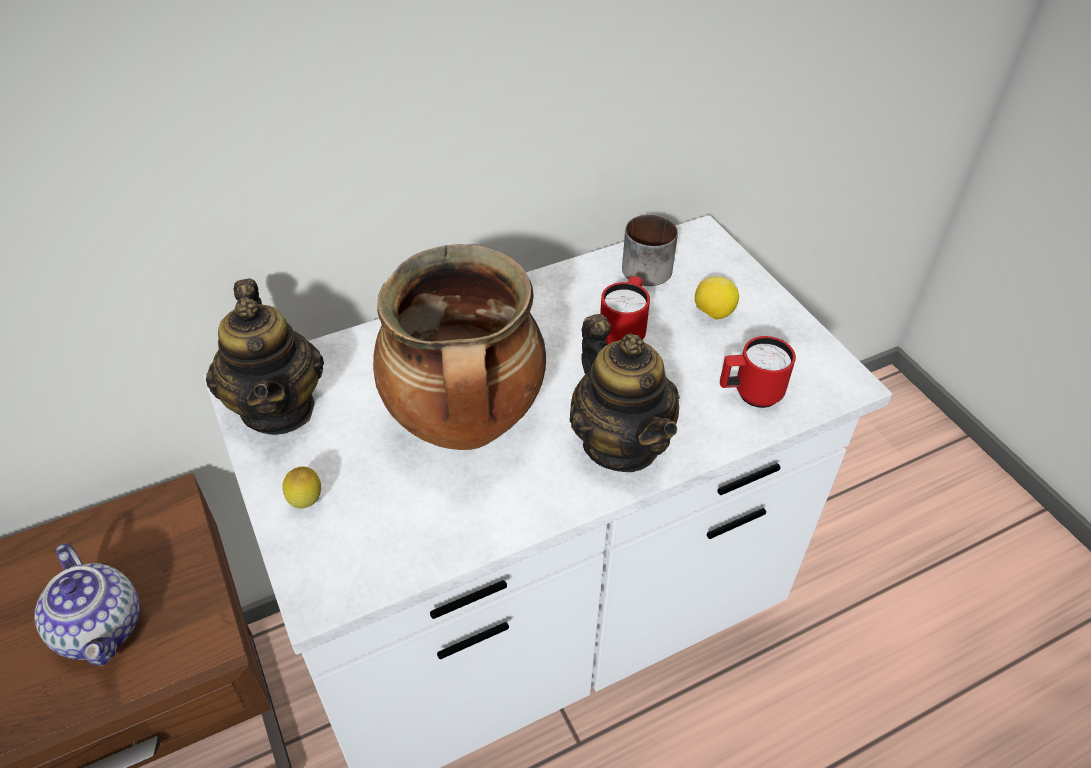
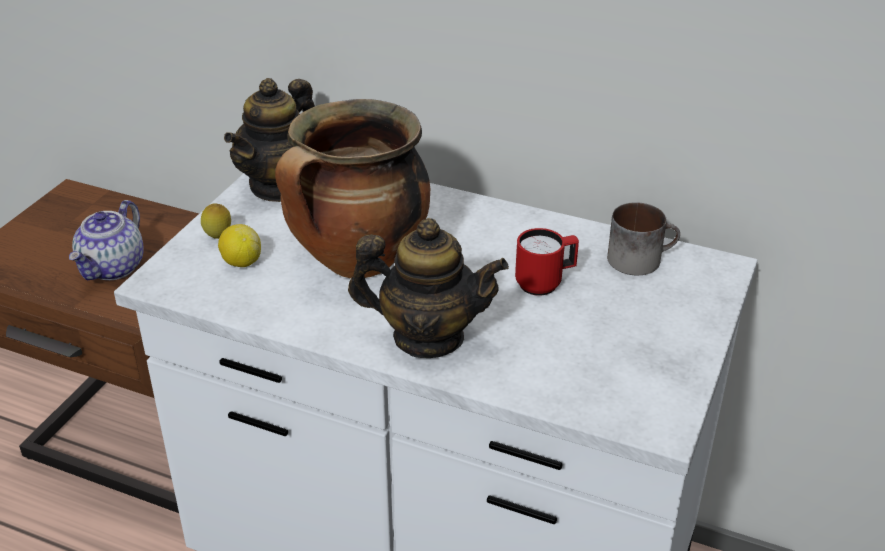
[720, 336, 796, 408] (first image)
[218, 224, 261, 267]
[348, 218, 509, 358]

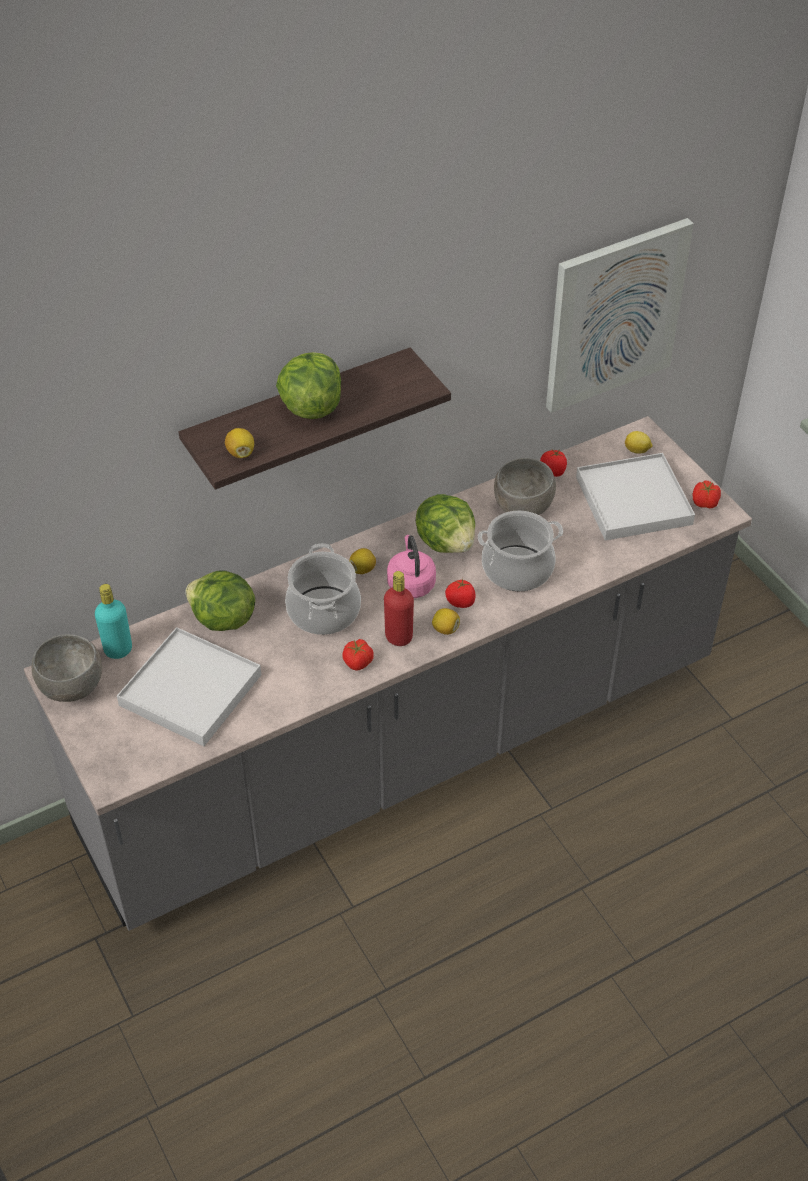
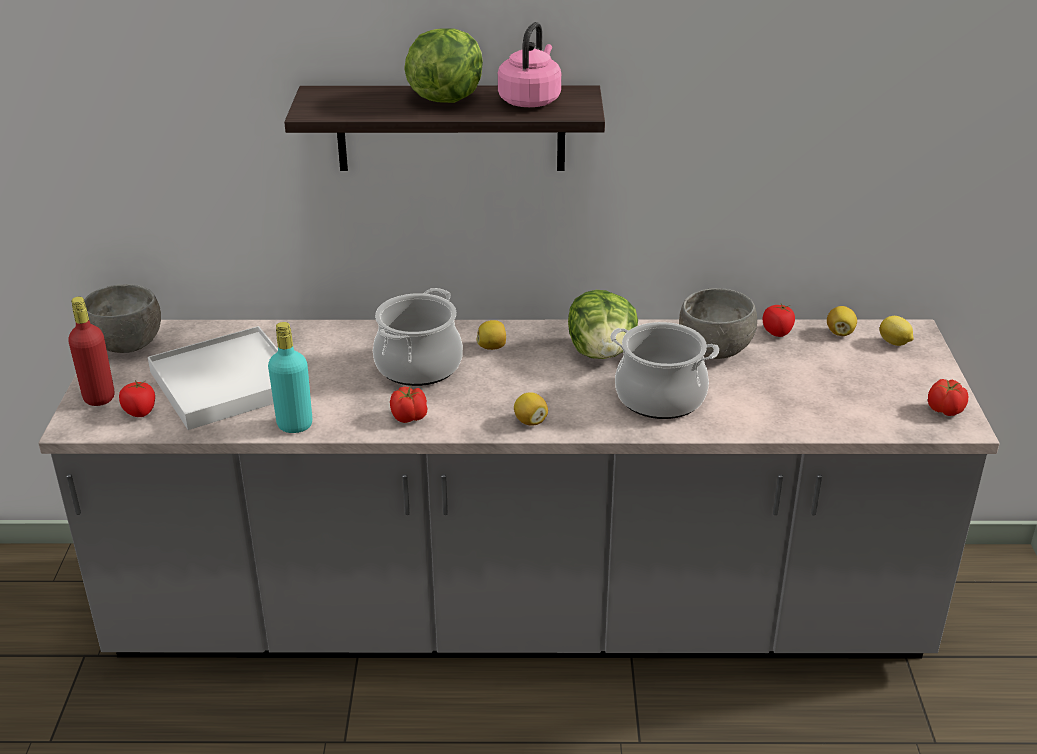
[185, 570, 255, 631] (first image)
[546, 218, 694, 413] (first image)
[576, 453, 695, 541] (first image)
[268, 322, 312, 433]
[827, 306, 857, 336]
[68, 297, 114, 406]
[498, 22, 561, 107]
[119, 380, 155, 417]

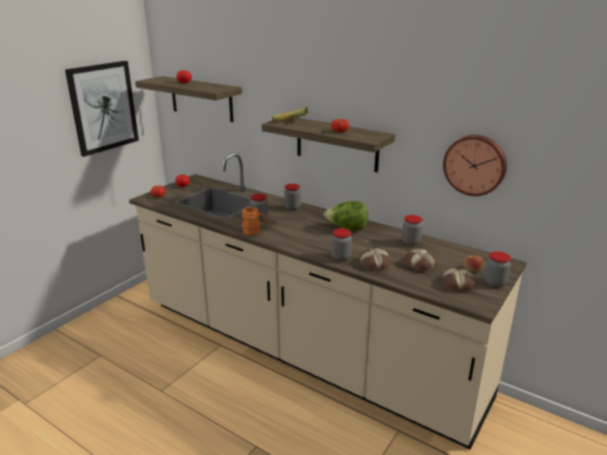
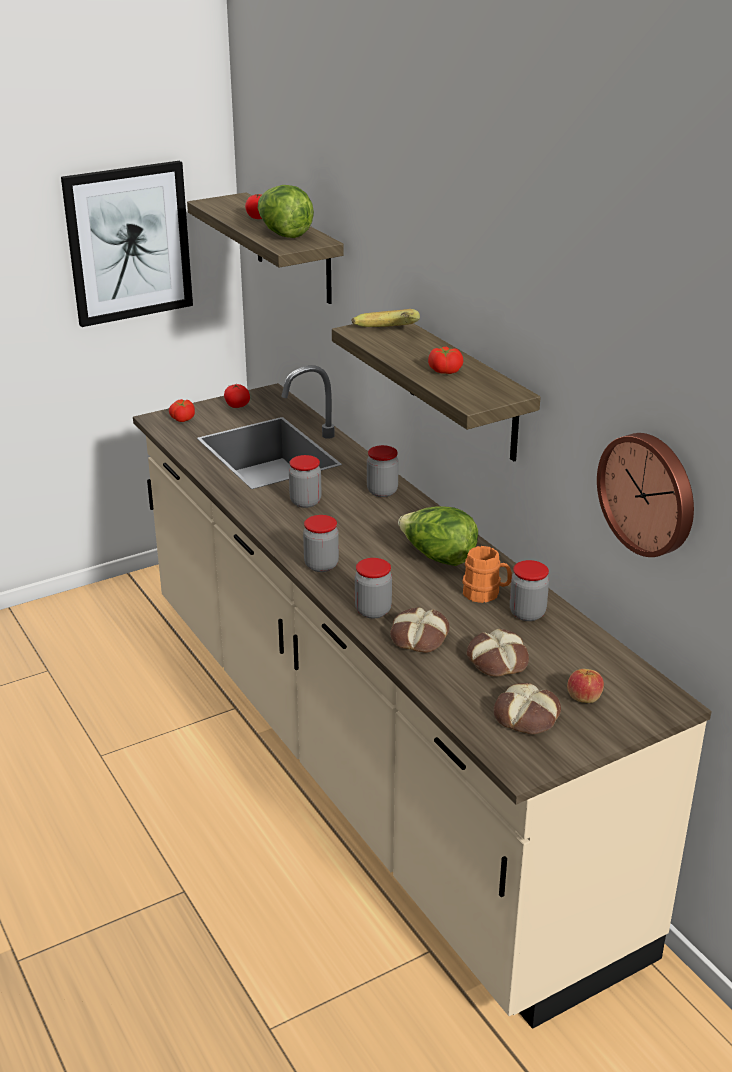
[258, 185, 314, 238]
[462, 546, 512, 603]
[303, 515, 339, 572]

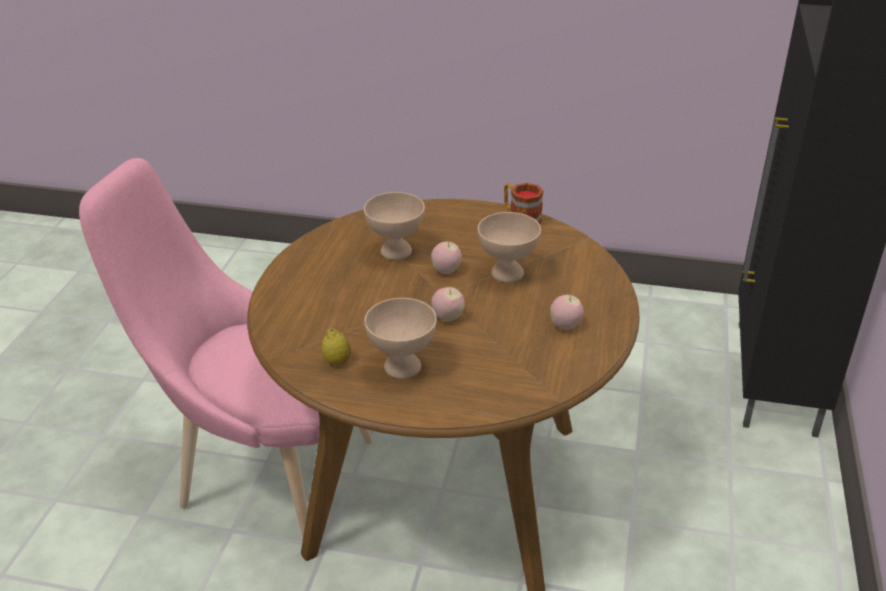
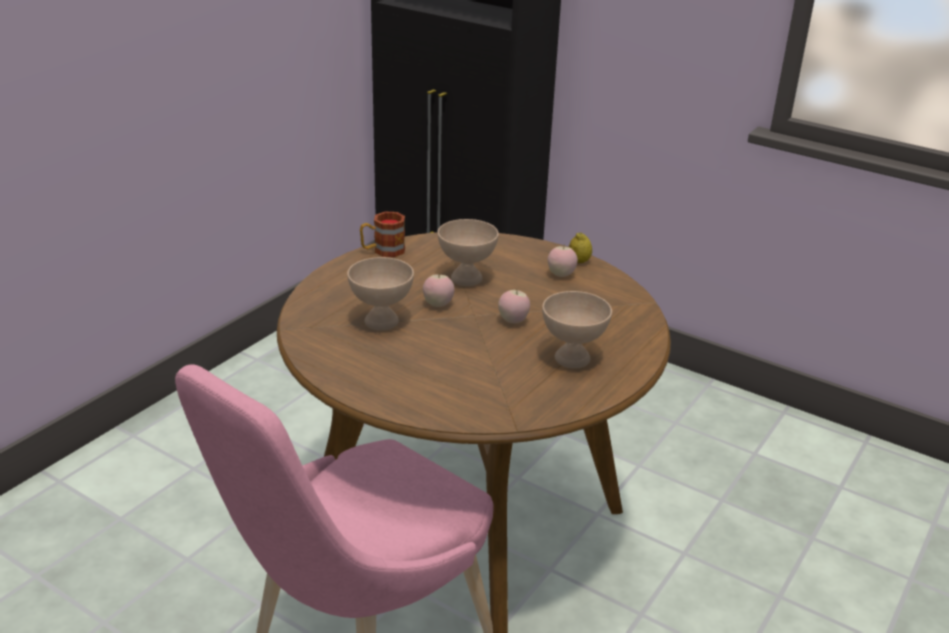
[569, 233, 592, 263]

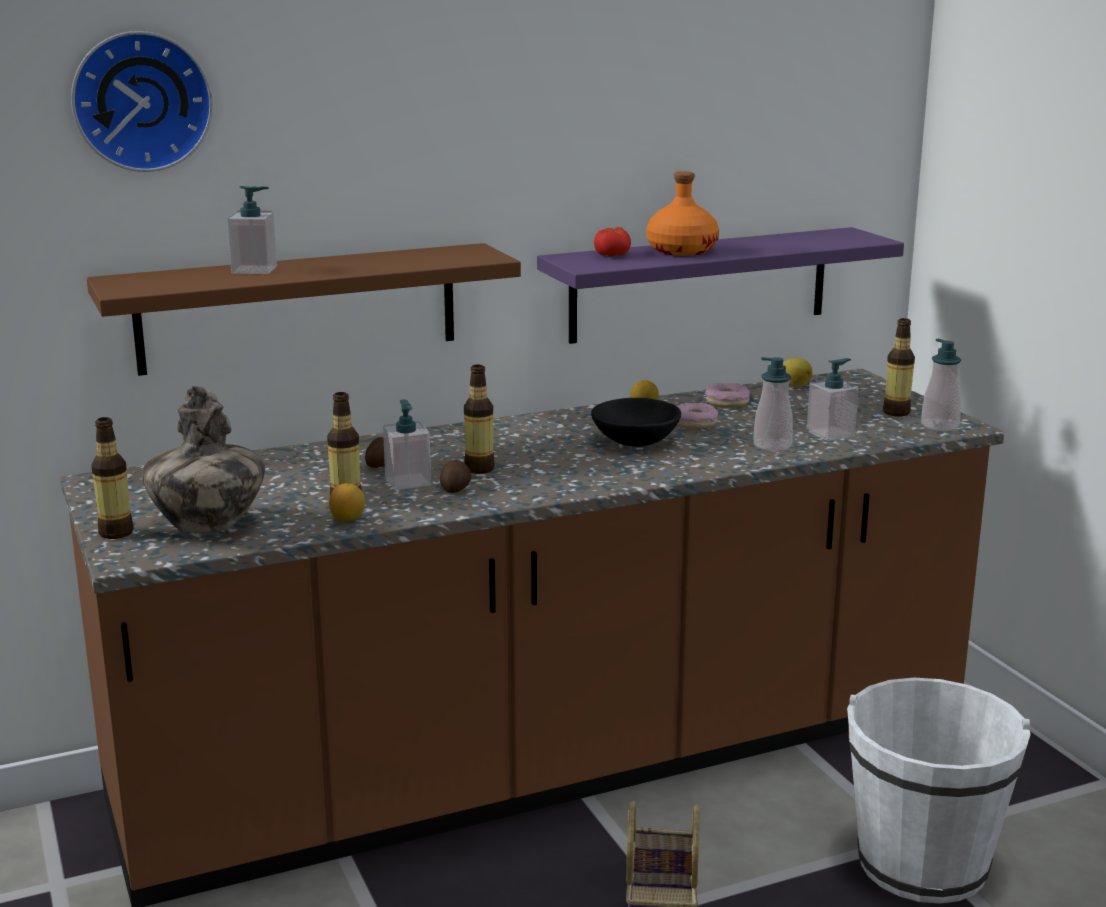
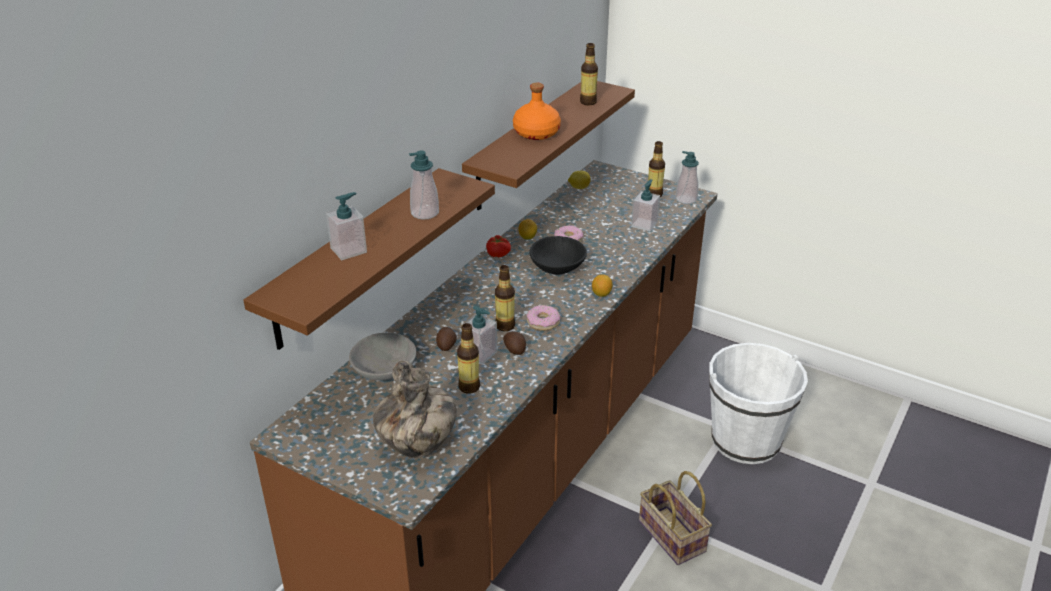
[71, 31, 213, 172] (first image)
[349, 333, 416, 381]
[580, 43, 598, 105]
[592, 275, 612, 297]
[486, 235, 511, 257]
[526, 305, 560, 331]
[409, 151, 439, 219]
[462, 81, 635, 210]

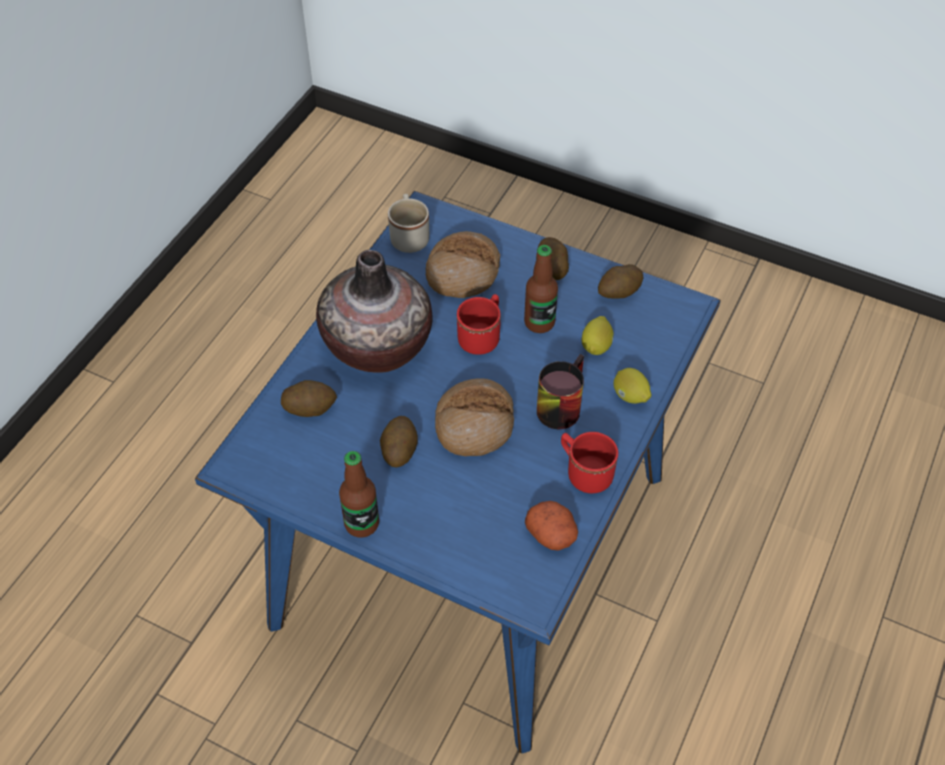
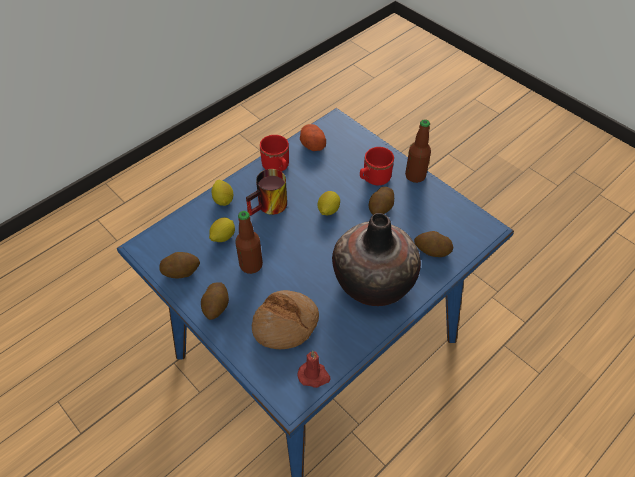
[360, 147, 394, 185]
[297, 351, 331, 388]
[318, 191, 340, 215]

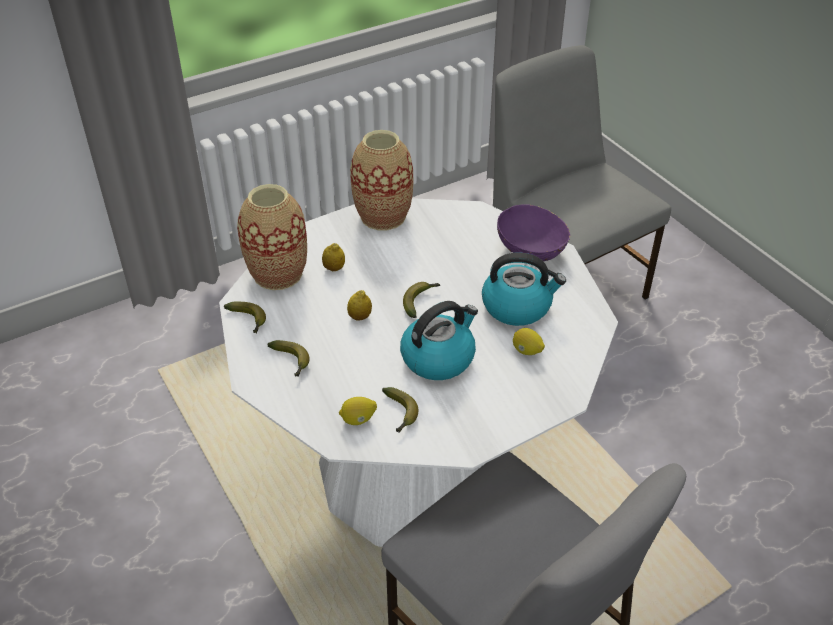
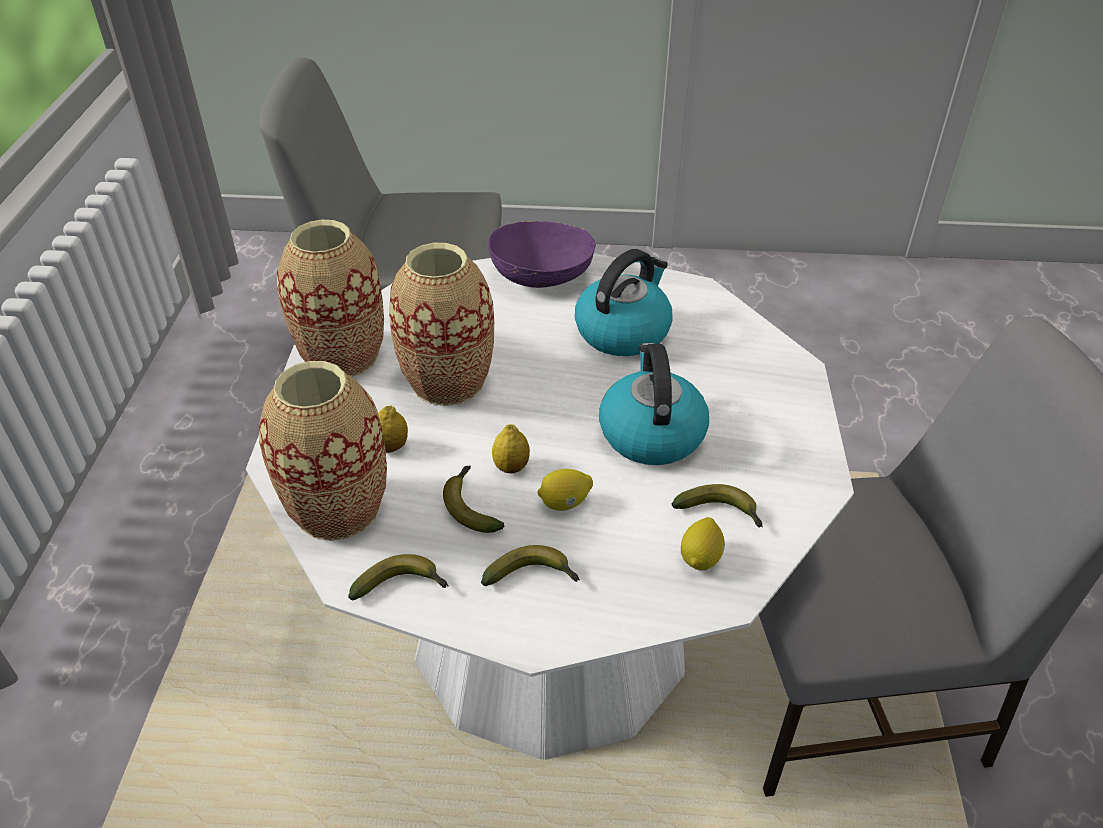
[389, 243, 494, 406]
[443, 466, 505, 533]
[537, 469, 593, 511]

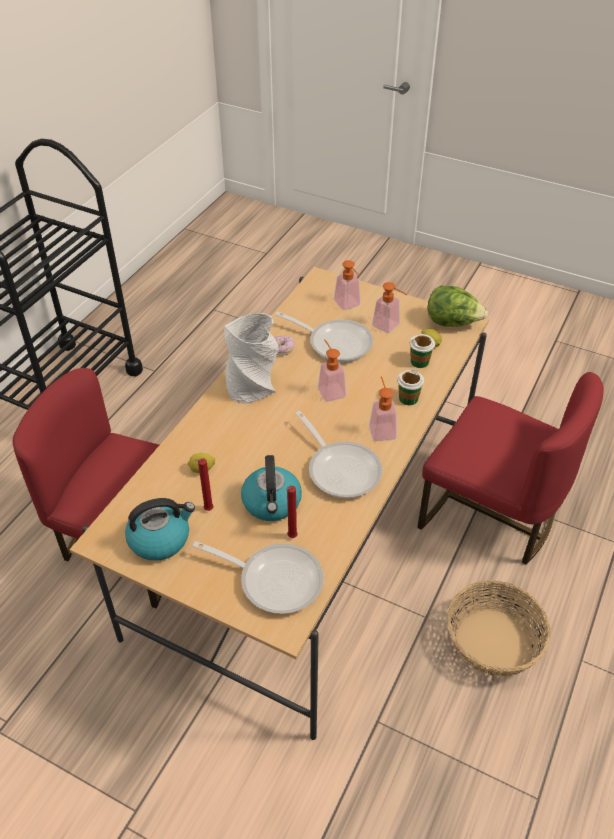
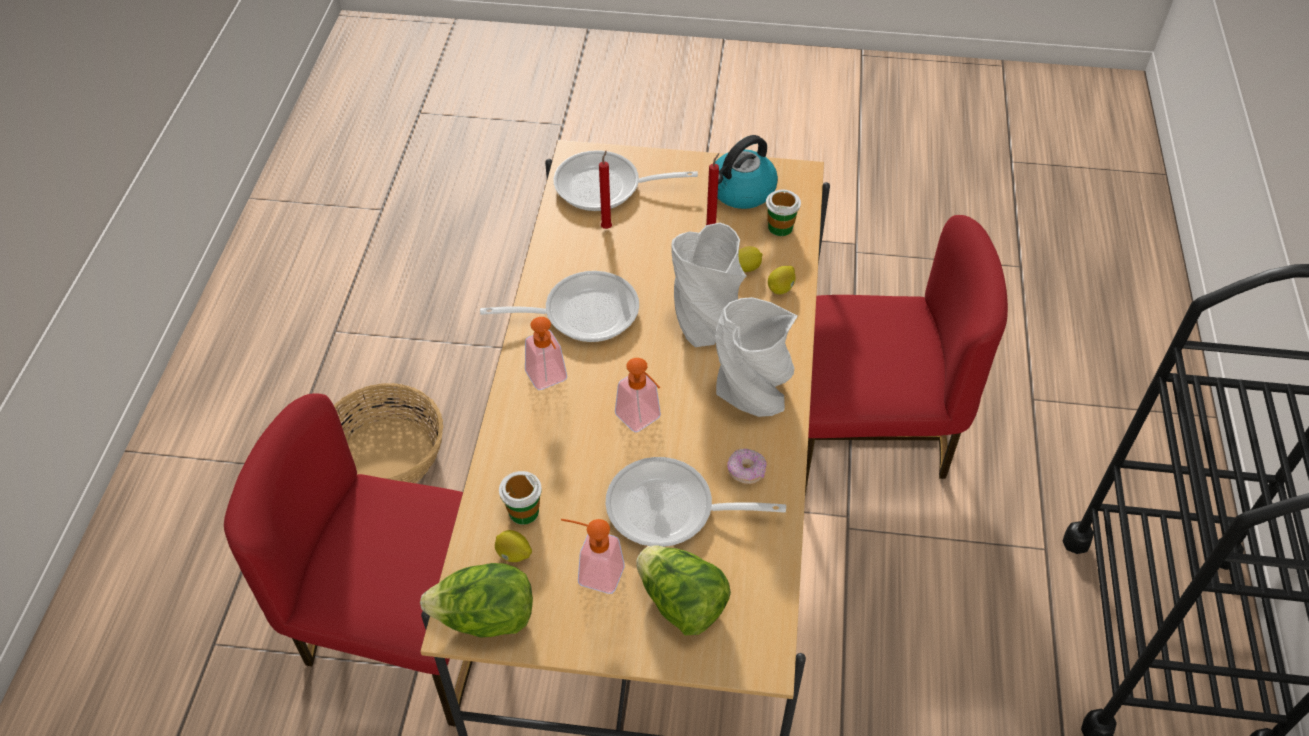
[241, 455, 302, 521] (first image)
[671, 223, 747, 347]
[768, 266, 796, 295]
[766, 189, 801, 236]
[636, 545, 731, 635]
[480, 271, 639, 342]

